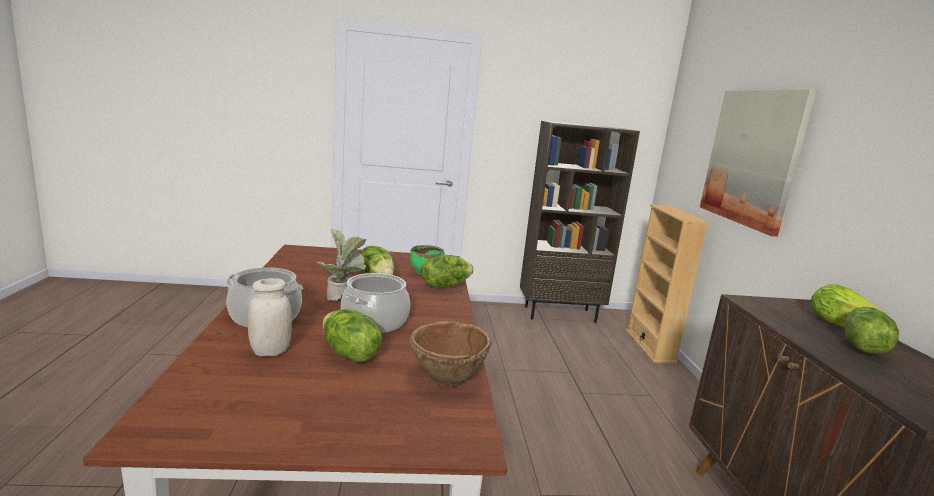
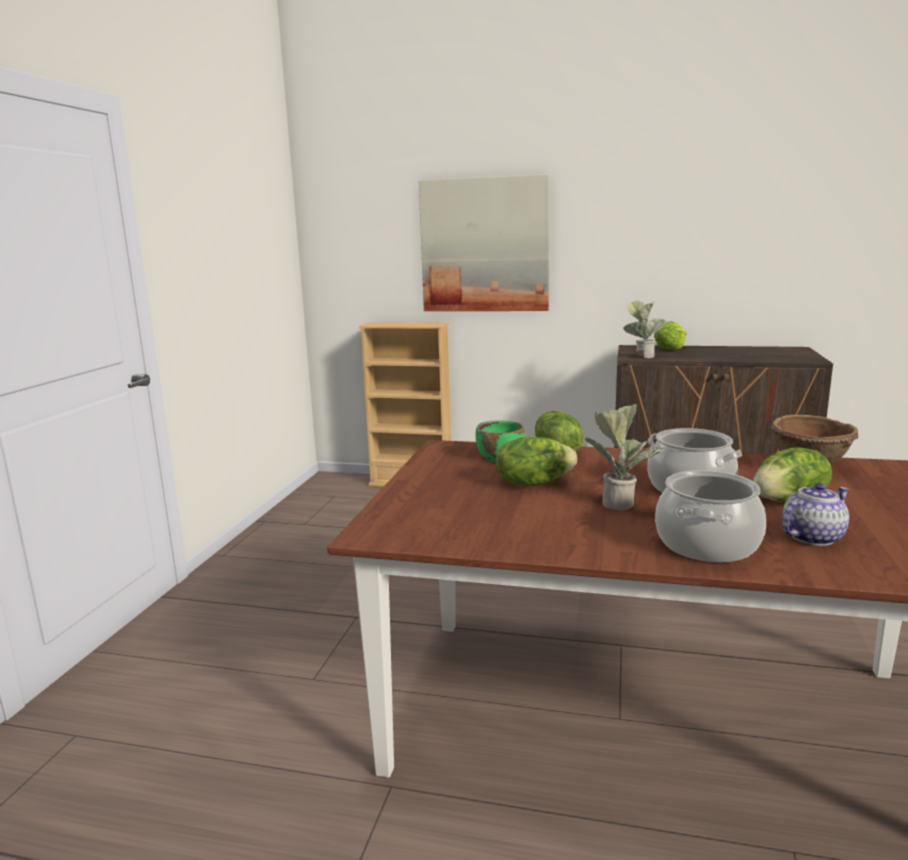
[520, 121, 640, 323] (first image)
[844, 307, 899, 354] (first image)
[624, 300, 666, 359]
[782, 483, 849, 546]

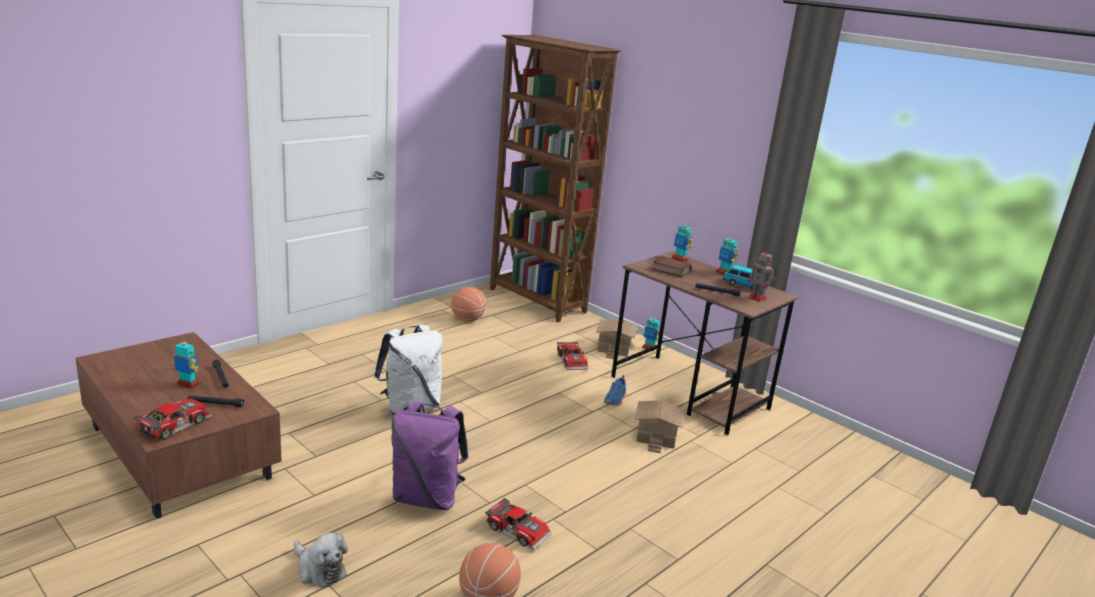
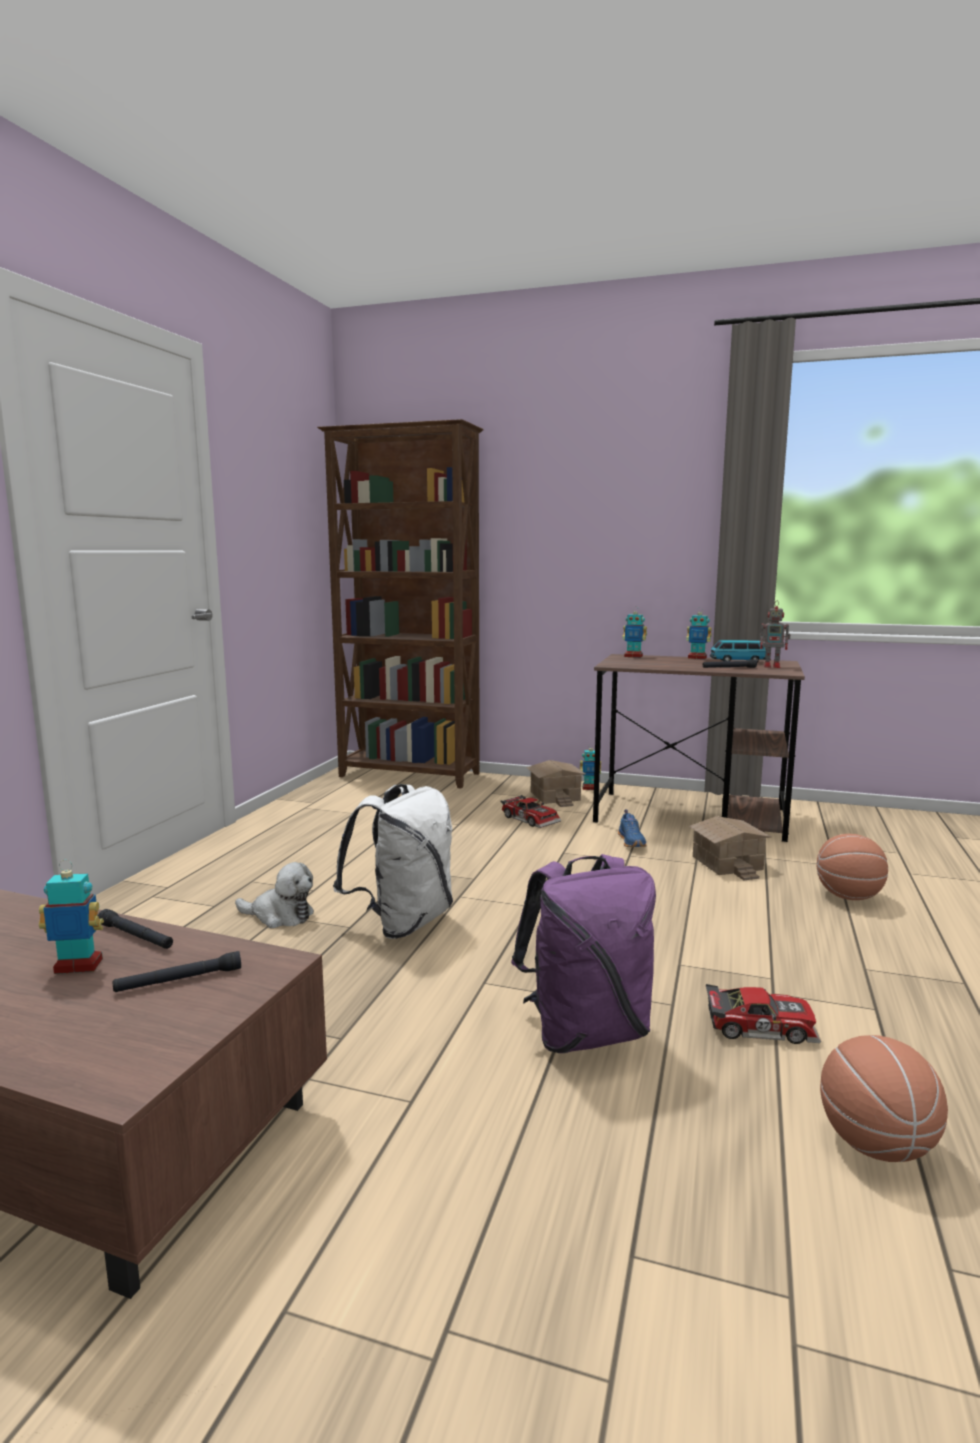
[133, 399, 212, 440] (first image)
[653, 257, 692, 277] (first image)
[235, 862, 314, 928]
[816, 834, 888, 900]

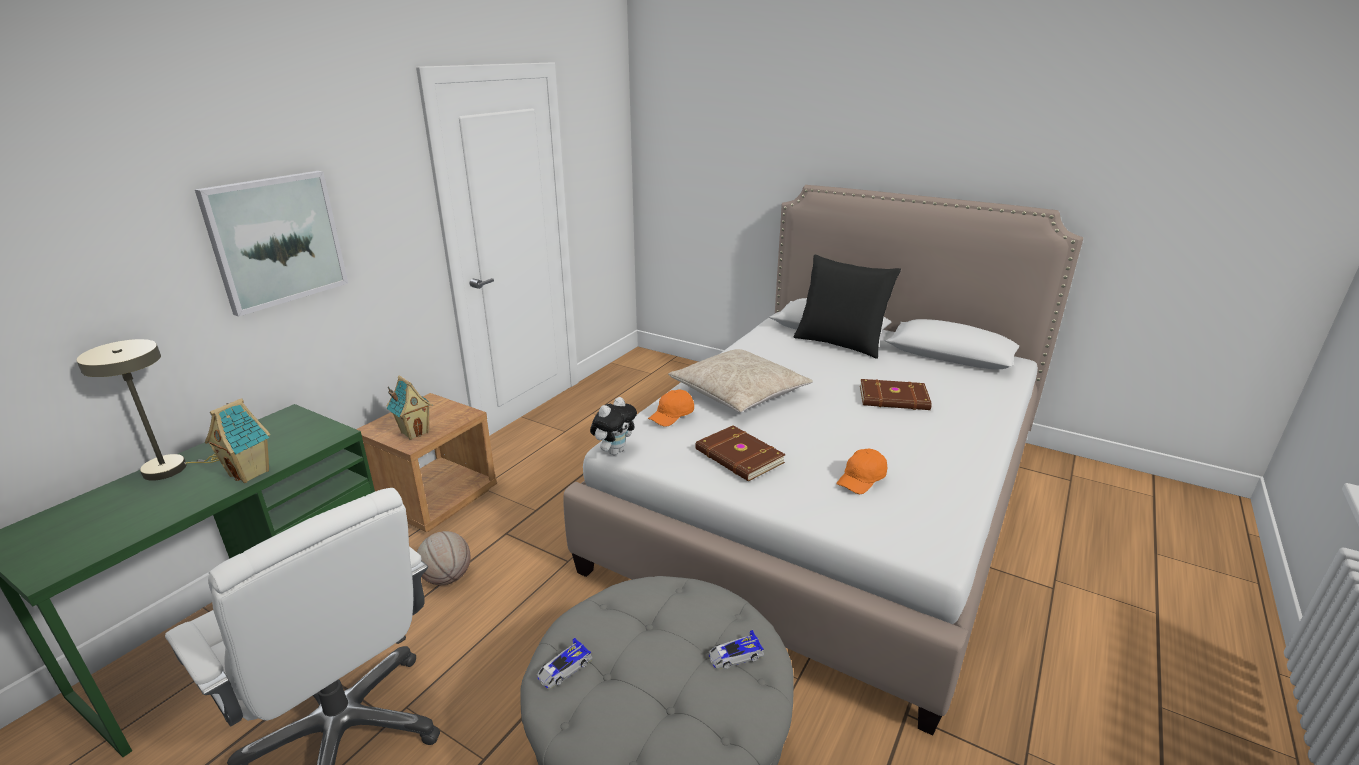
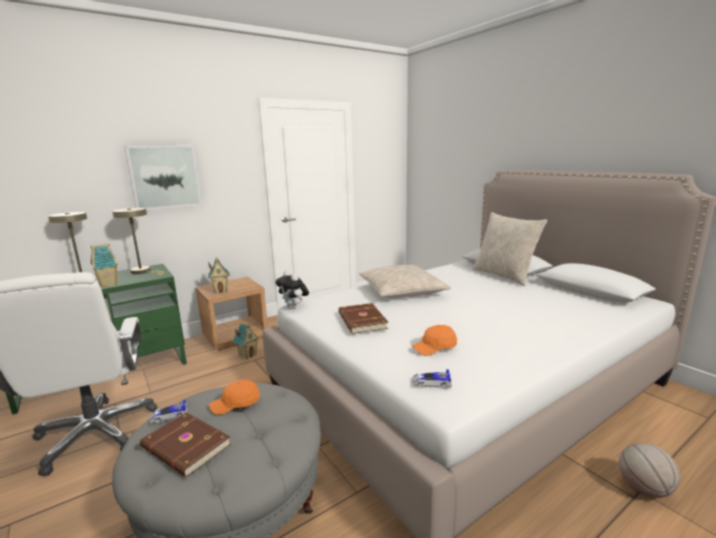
[112, 208, 164, 275]
[233, 322, 259, 360]
[619, 443, 680, 498]
[209, 380, 260, 415]
[412, 369, 452, 389]
[140, 412, 231, 477]
[472, 212, 547, 286]
[276, 271, 309, 309]

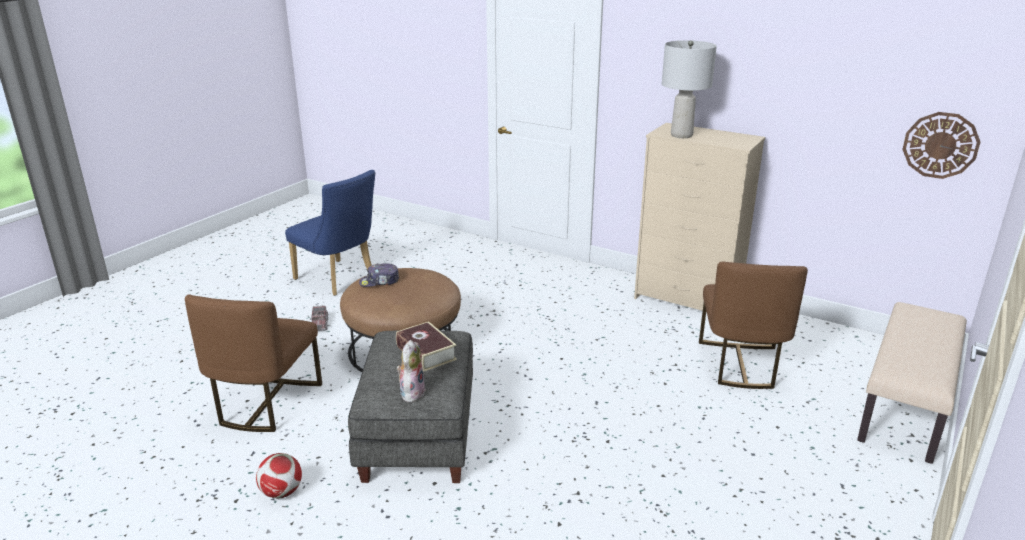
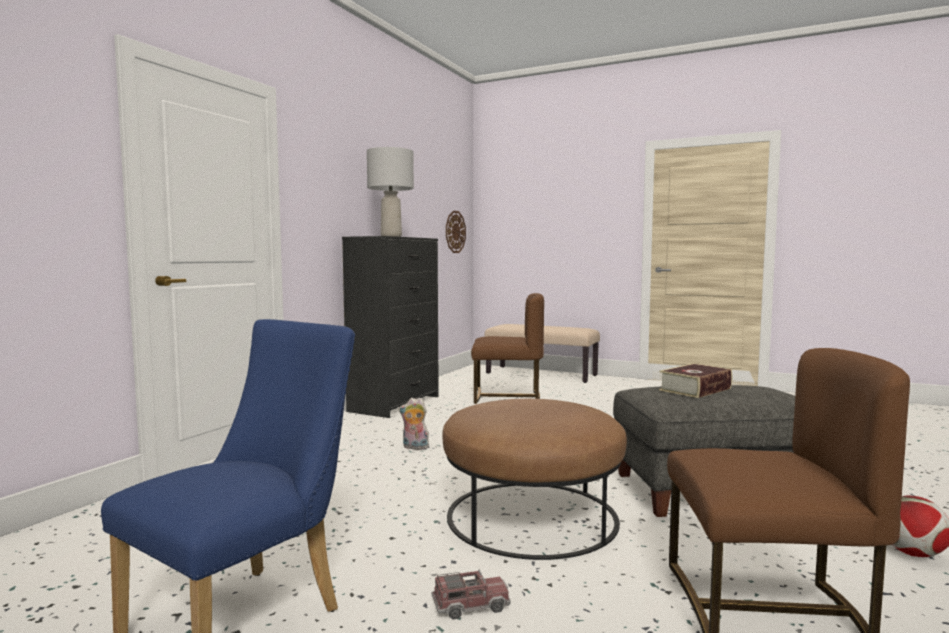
[359, 263, 400, 287] (first image)
[399, 398, 429, 450]
[342, 236, 439, 418]

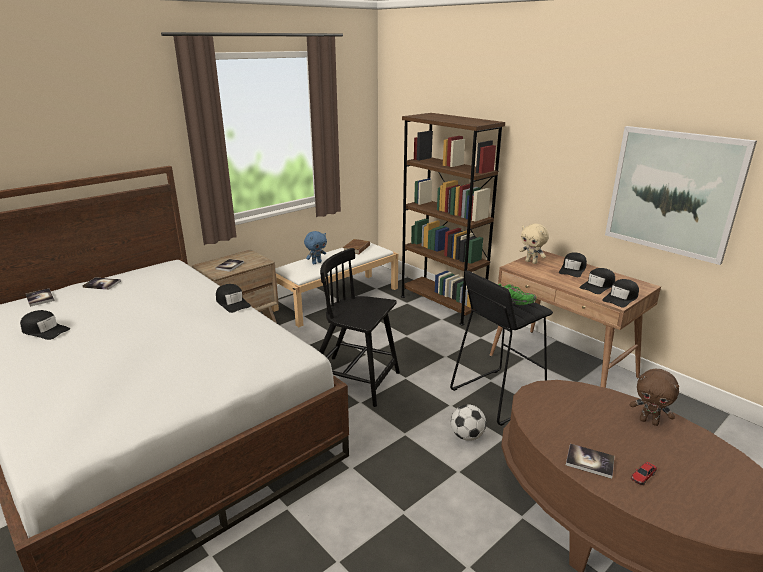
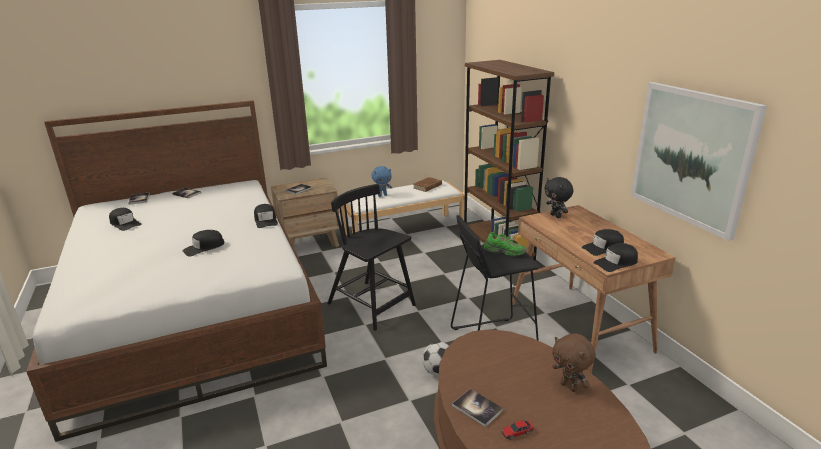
[182, 230, 225, 257]
[544, 177, 573, 218]

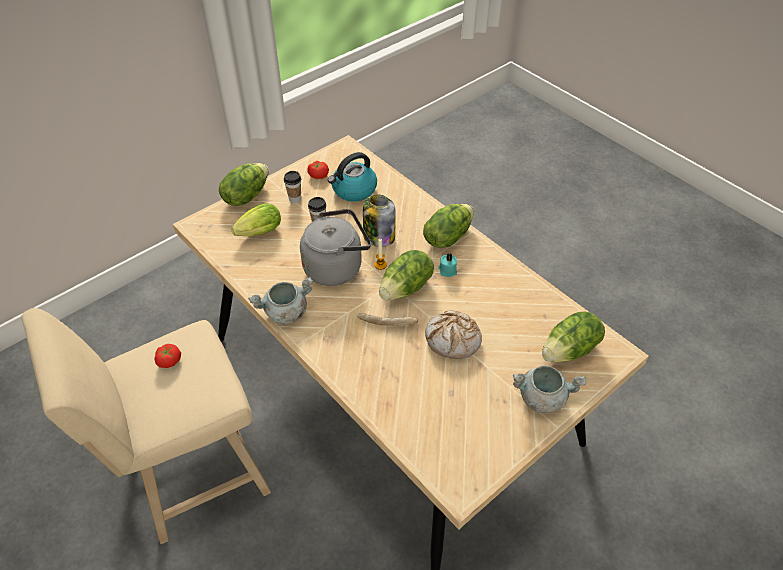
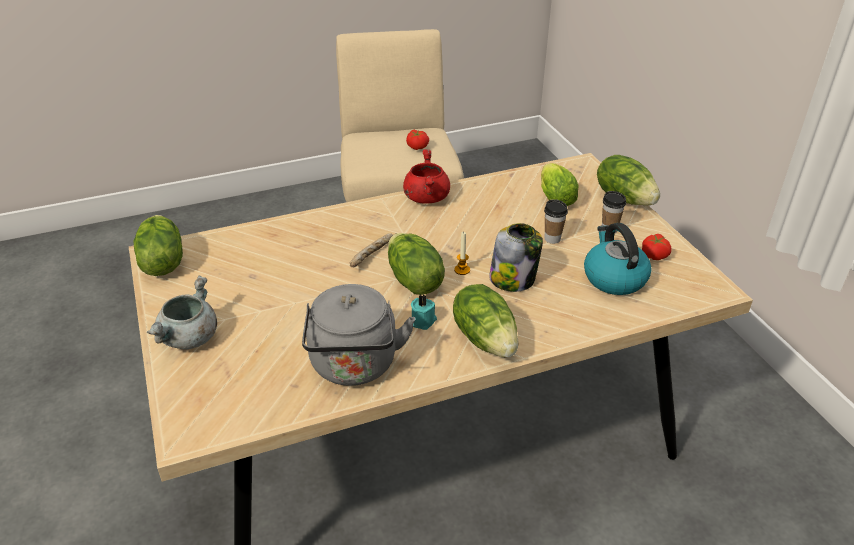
[425, 310, 482, 359] (first image)
[302, 284, 415, 386]
[133, 215, 183, 276]
[403, 149, 450, 204]

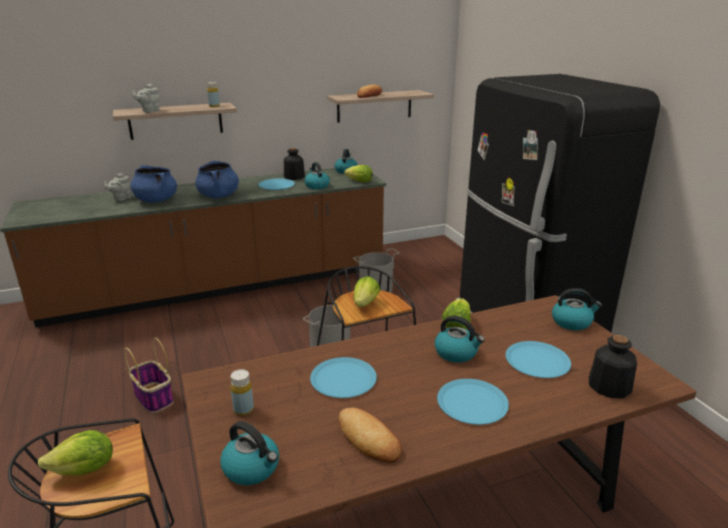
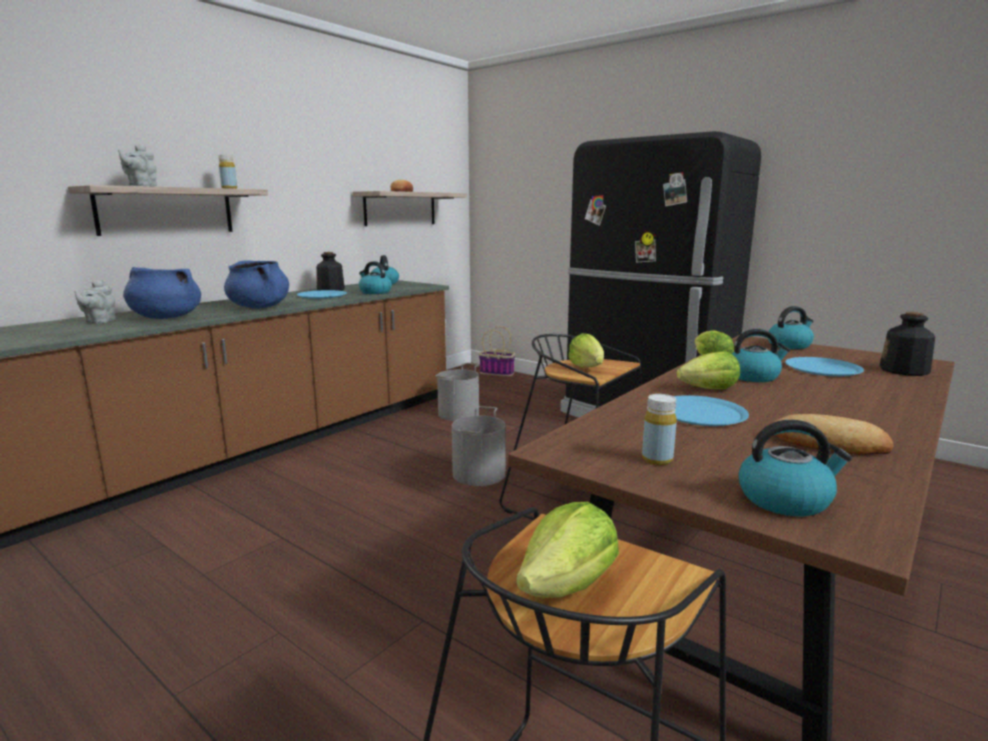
[437, 379, 509, 425] (first image)
[479, 326, 515, 376]
[676, 351, 740, 389]

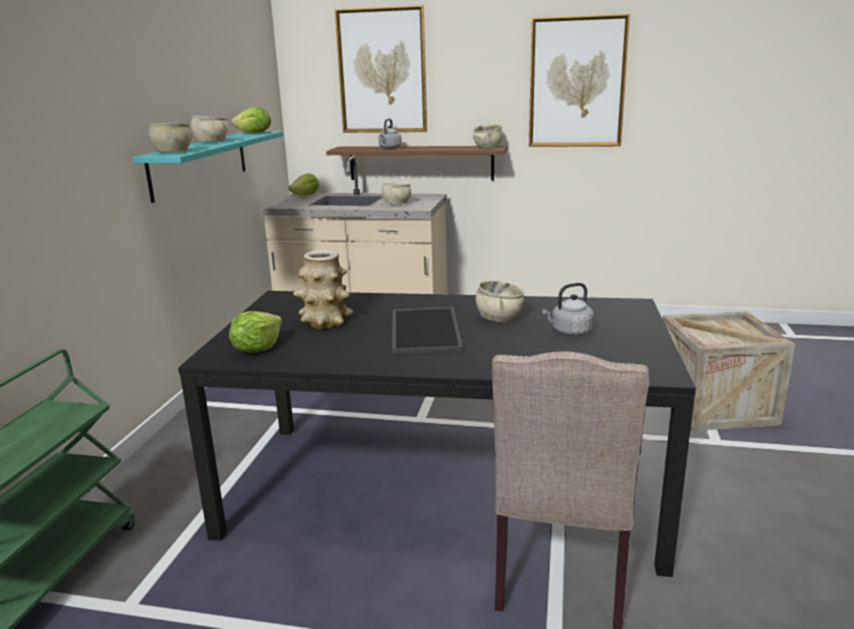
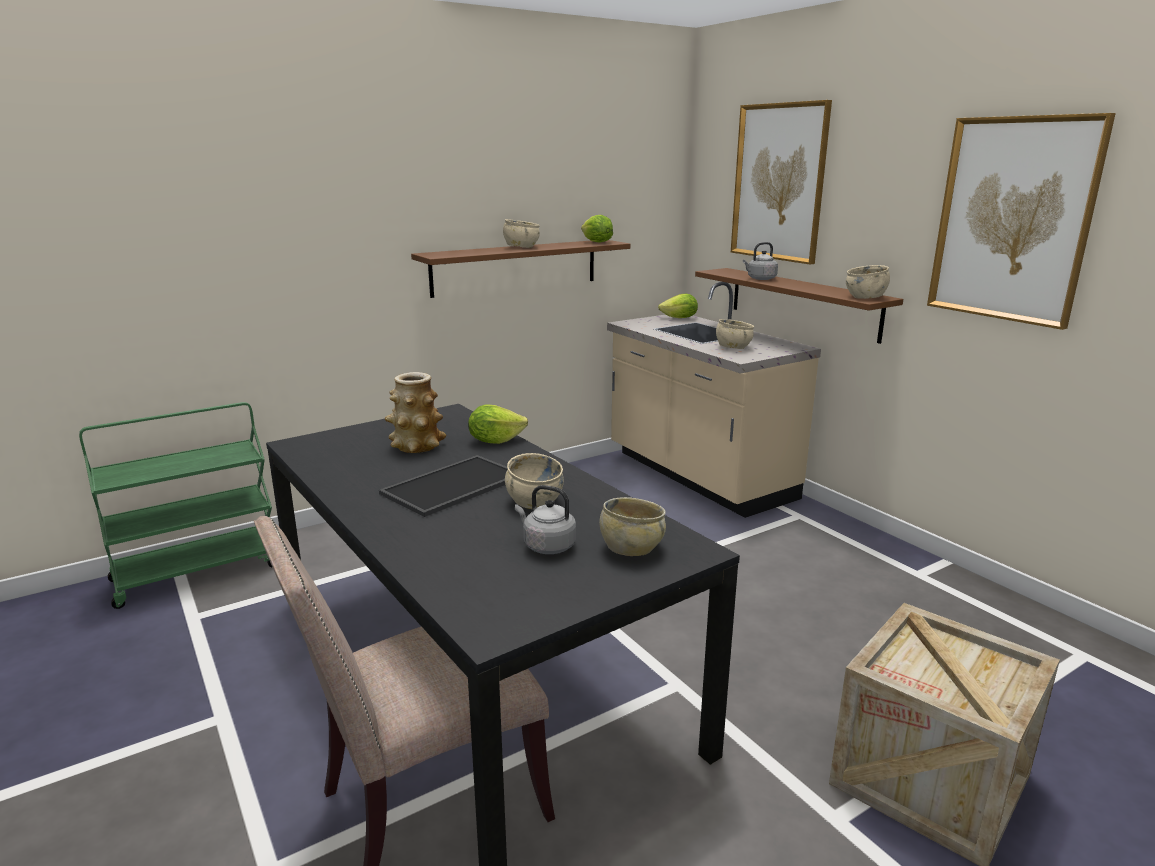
[599, 497, 666, 556]
[468, 405, 528, 444]
[411, 240, 630, 298]

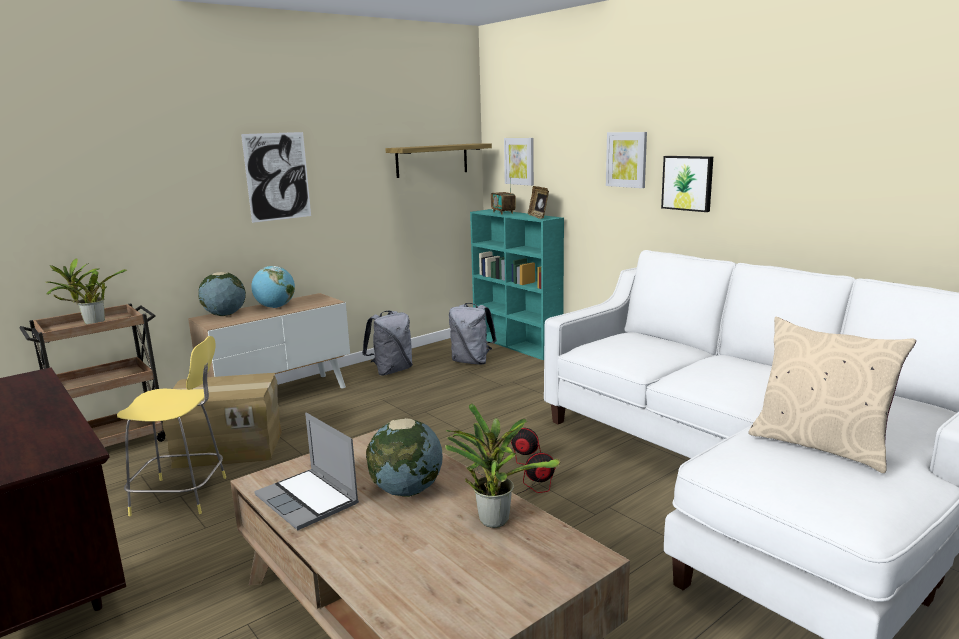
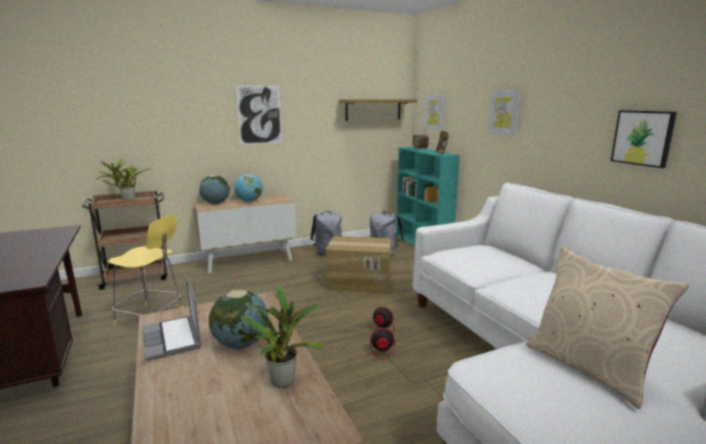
[325, 236, 392, 293]
[611, 110, 677, 168]

